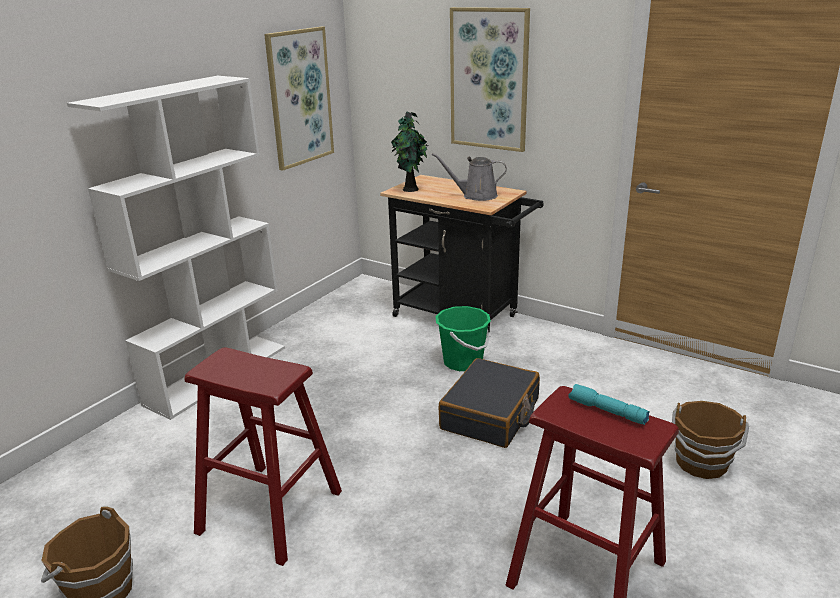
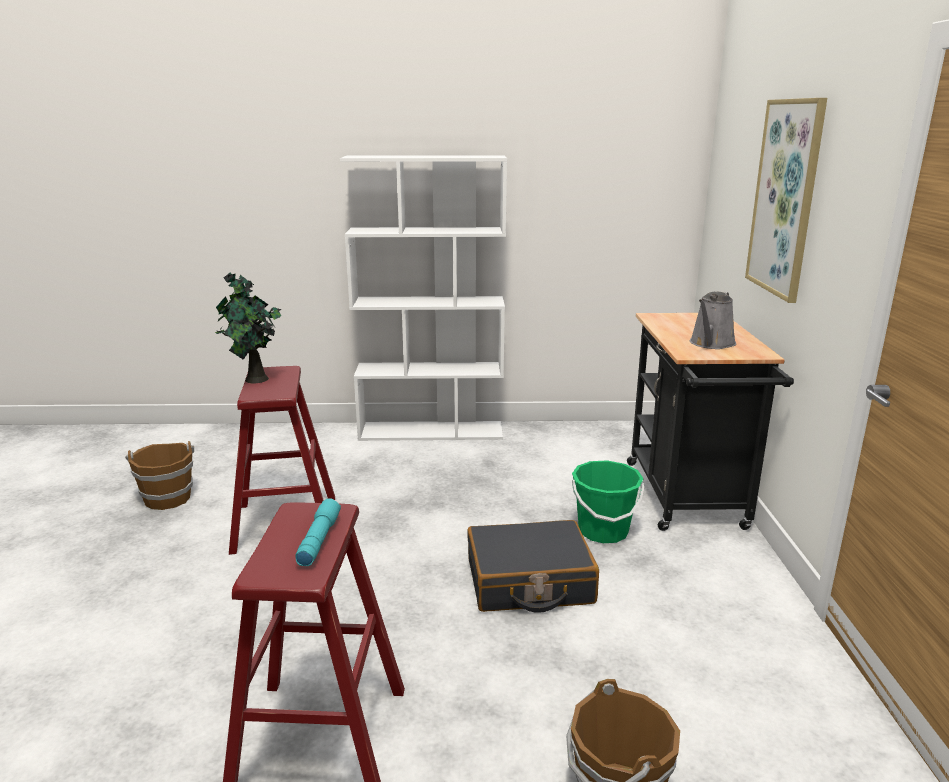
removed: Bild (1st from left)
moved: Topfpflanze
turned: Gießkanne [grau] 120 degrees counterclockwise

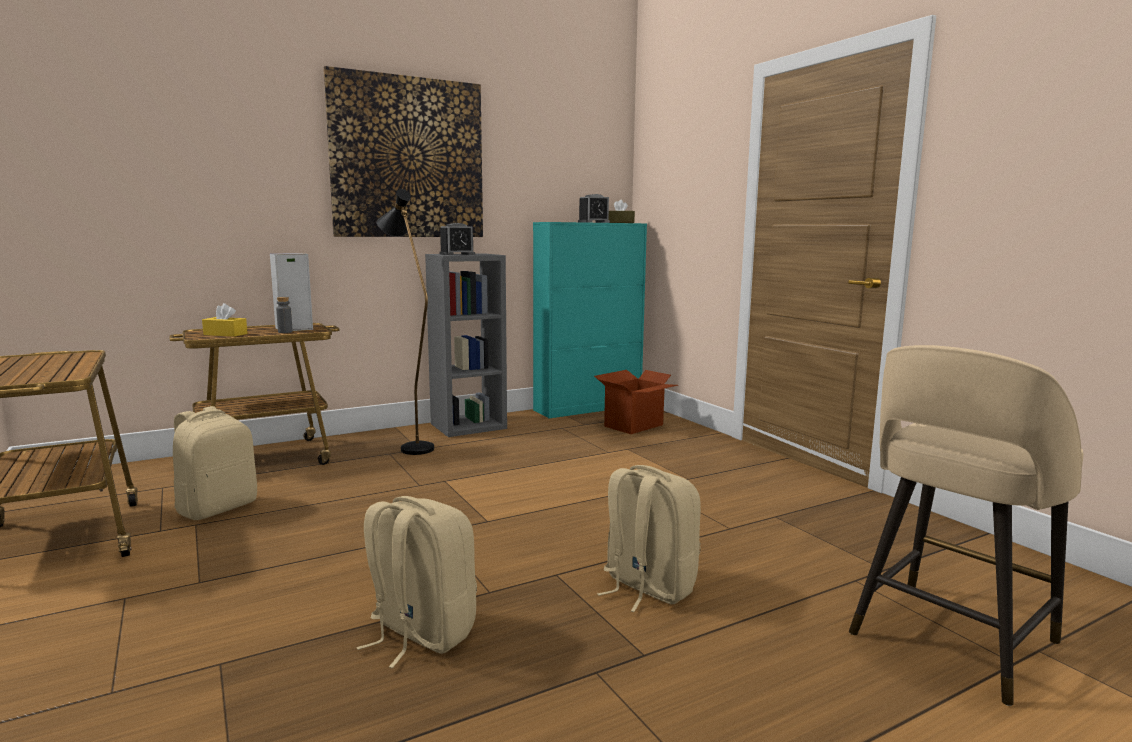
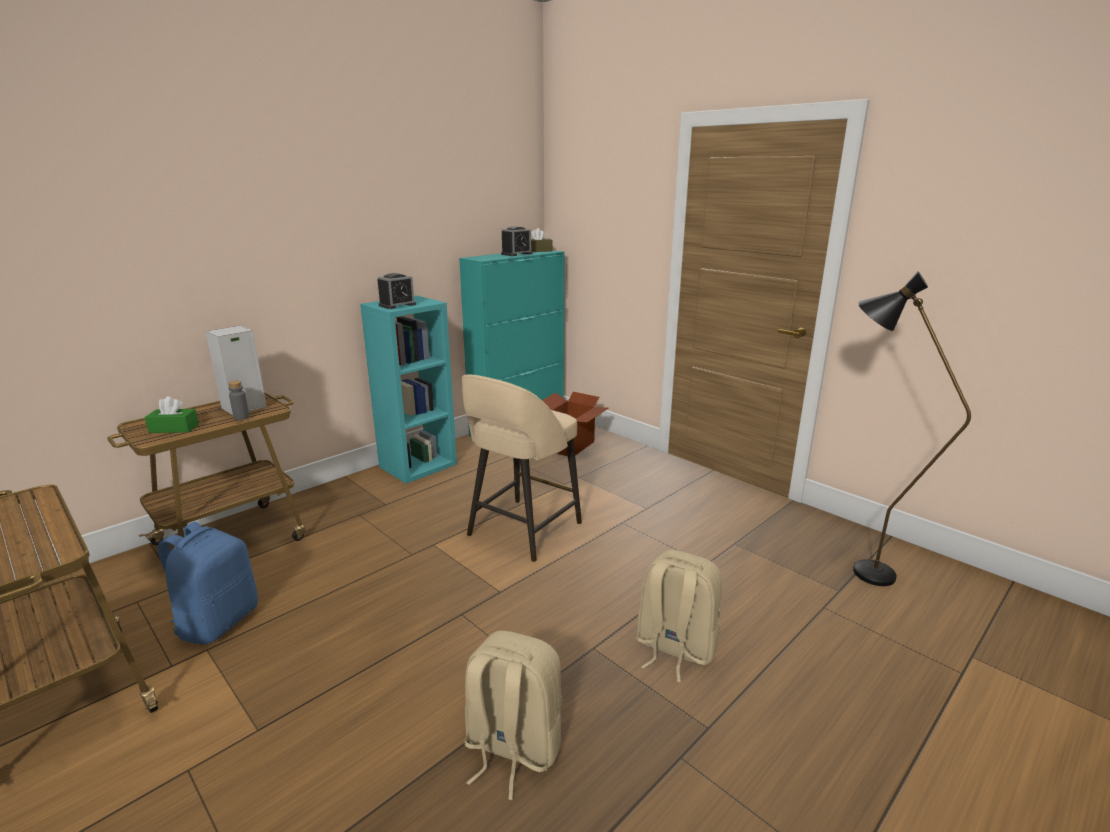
removed: Bild
moved: Stehlampe [schwarz]; Hocker [beige]
recoloured: Rucksack [beige] (1st from left) to Rucksack [blau]; Taschentuchbox [gelb] to Taschentuchbox [grün]; Bücherregal [grau] to Bücherregal [türkis]

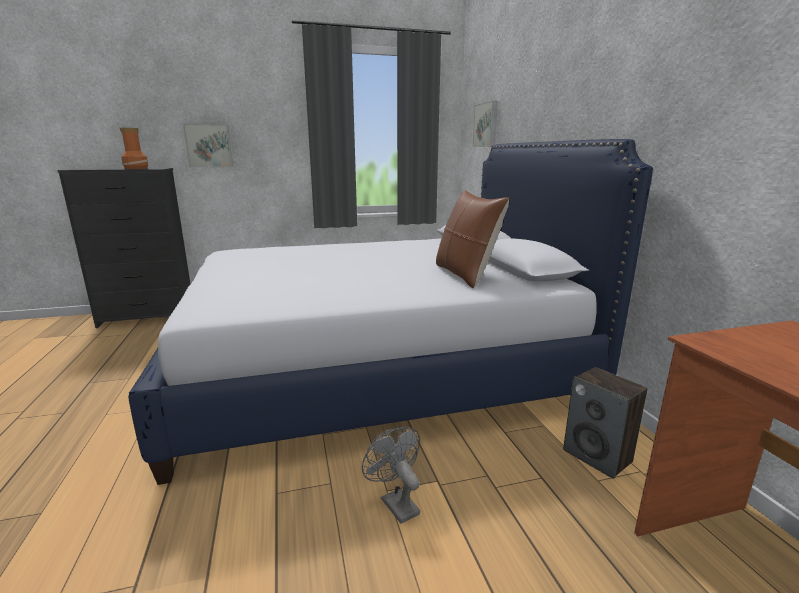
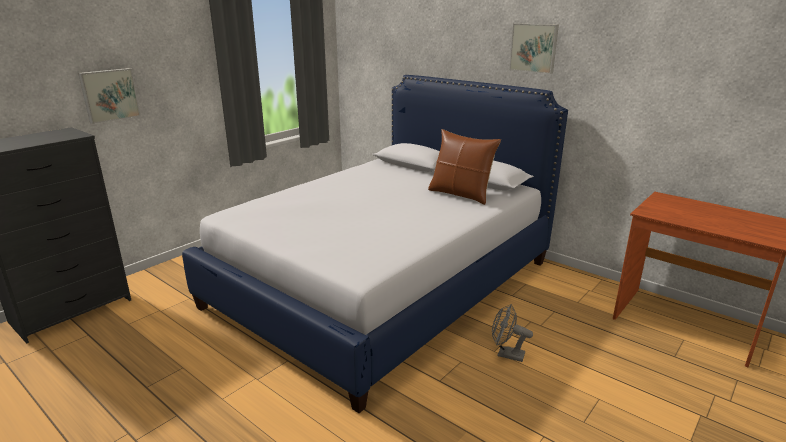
removed: Vase; Lautsprecher
moved: Bild (2nd from left)

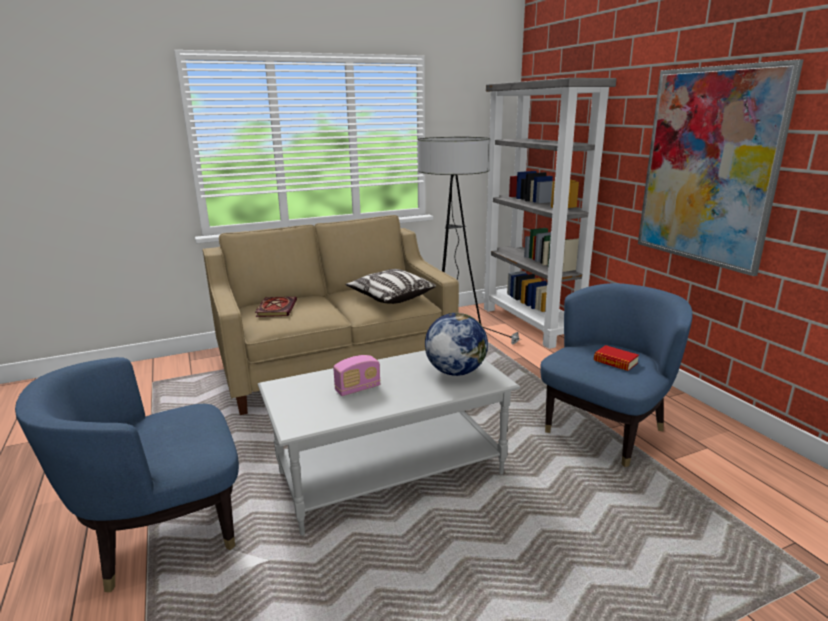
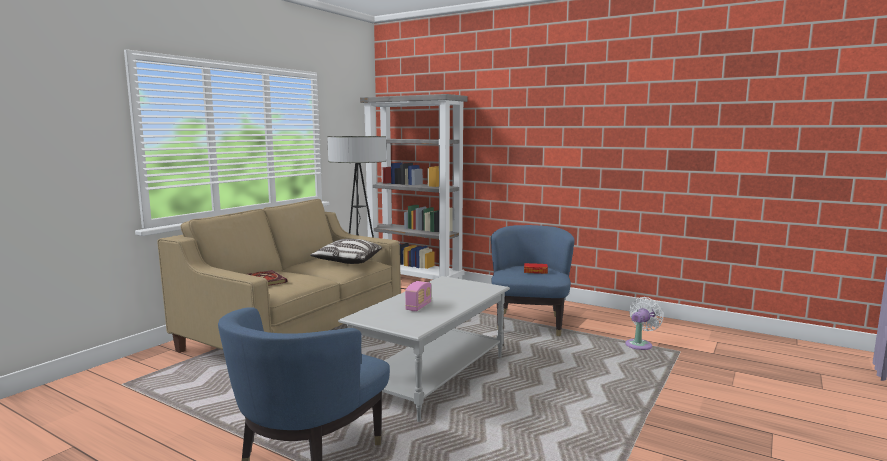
removed: Globus; Bild
added: Ventilator [weiß]

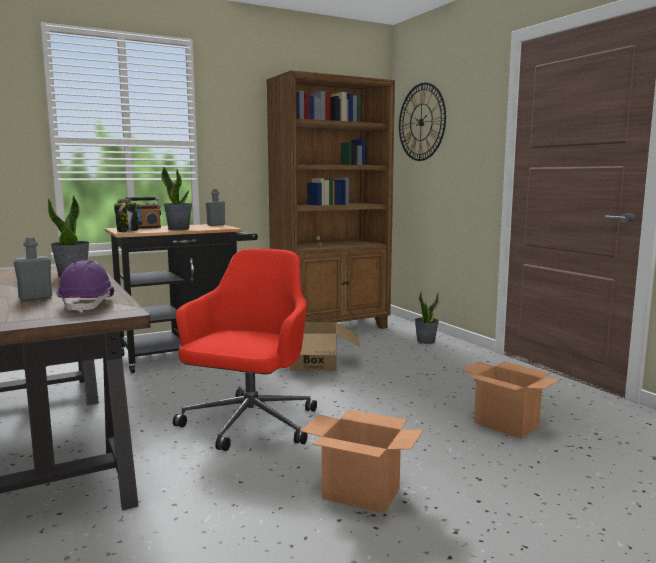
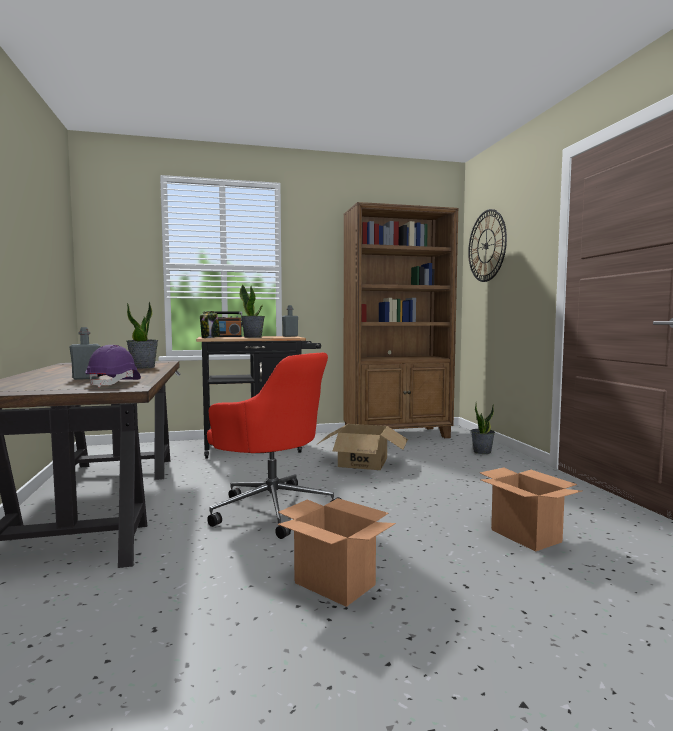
turned: Bürostuhl [rot] 90 degrees clockwise

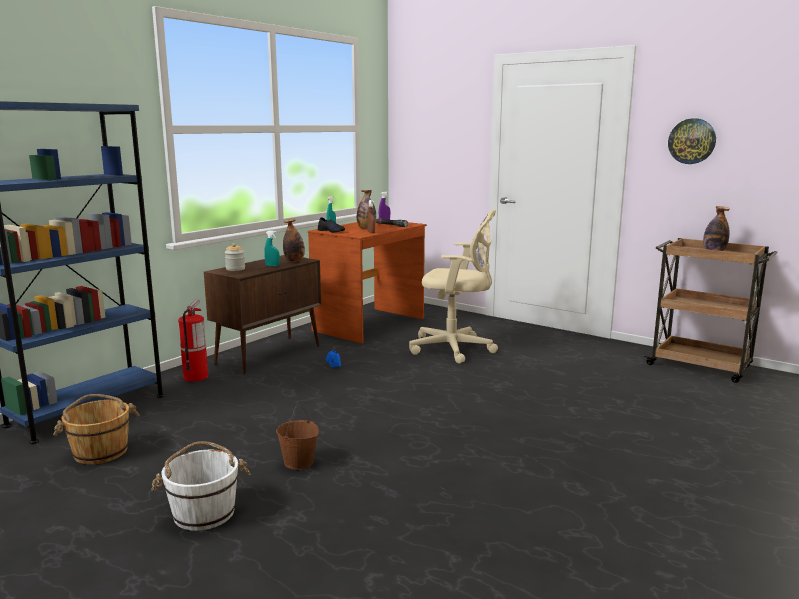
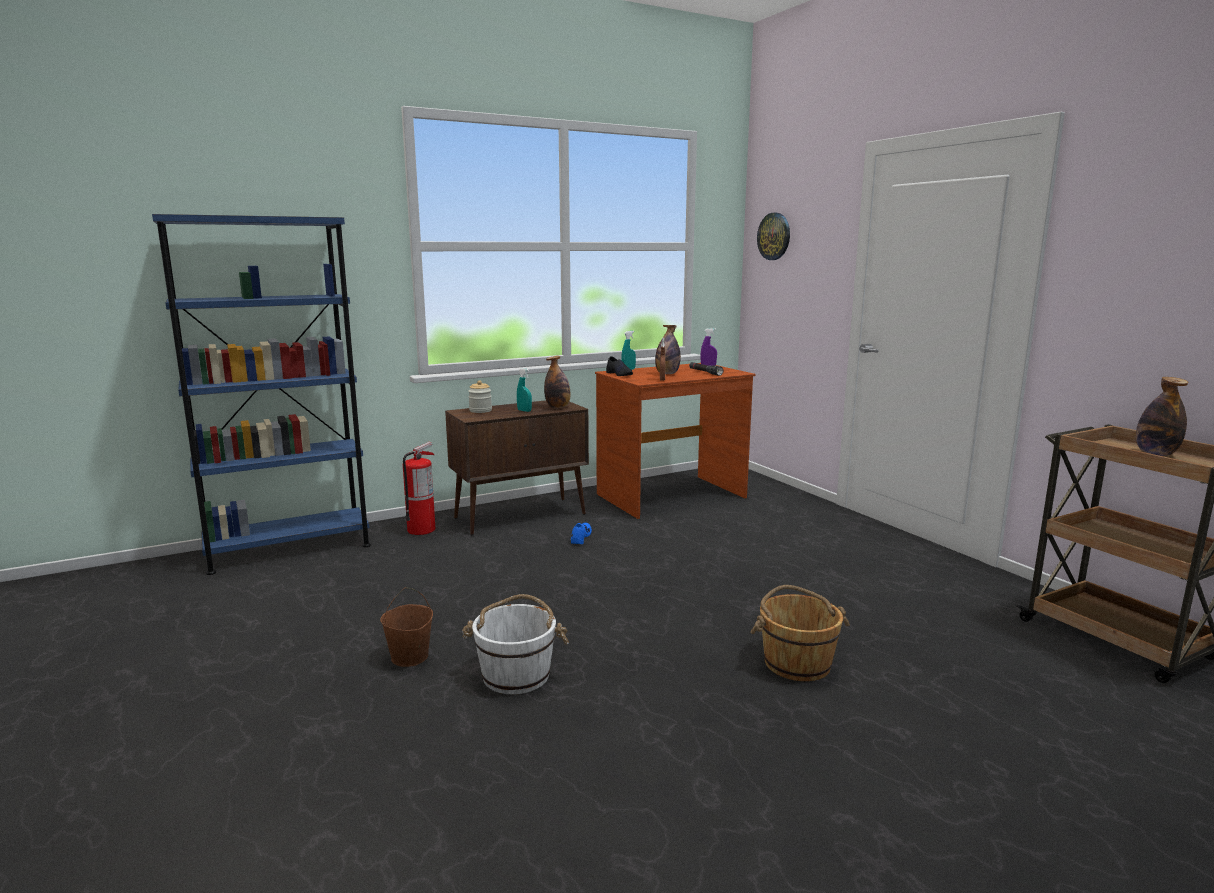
removed: Bürostuhl [beige]
moved: Eimer [braun] (1st from left in the first image) to Eimer [braun] (2nd from left); Eimer [weiß]; Wanduhr

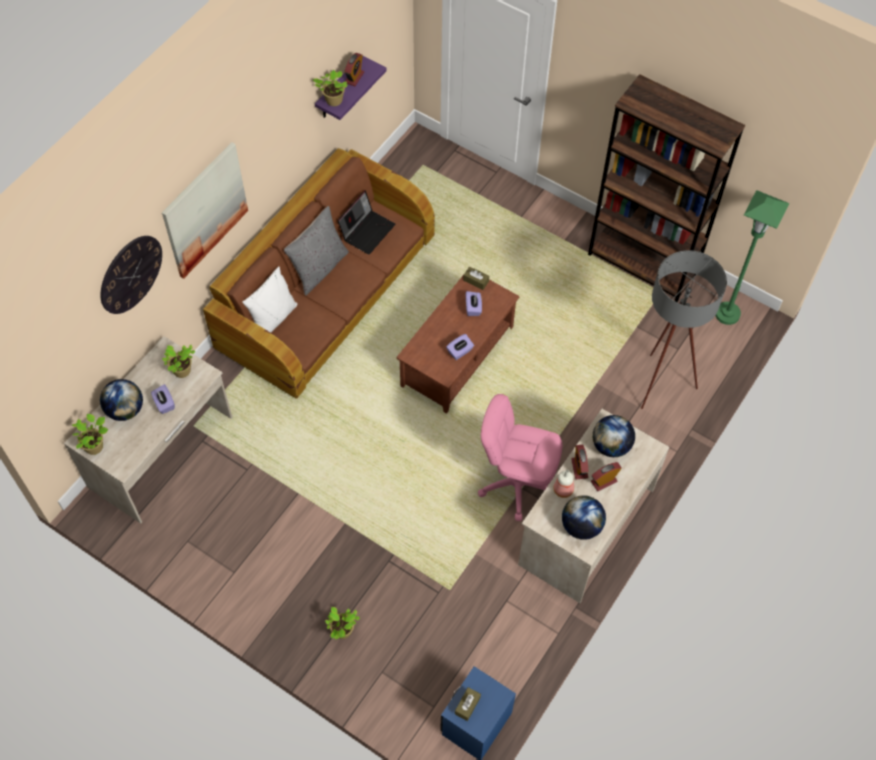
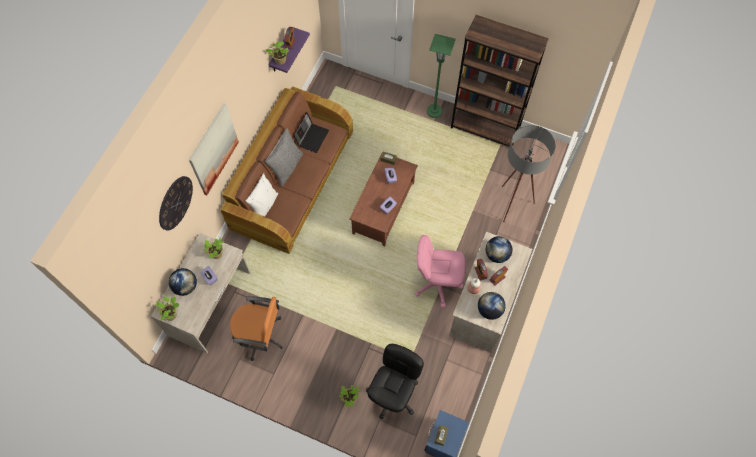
added: Bürostuhl [orange]; Bürostuhl [schwarz]
moved: Stehlampe [grün]

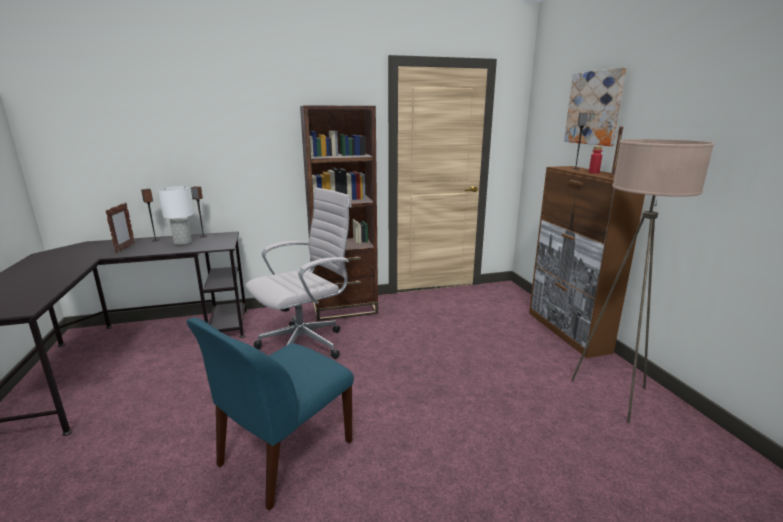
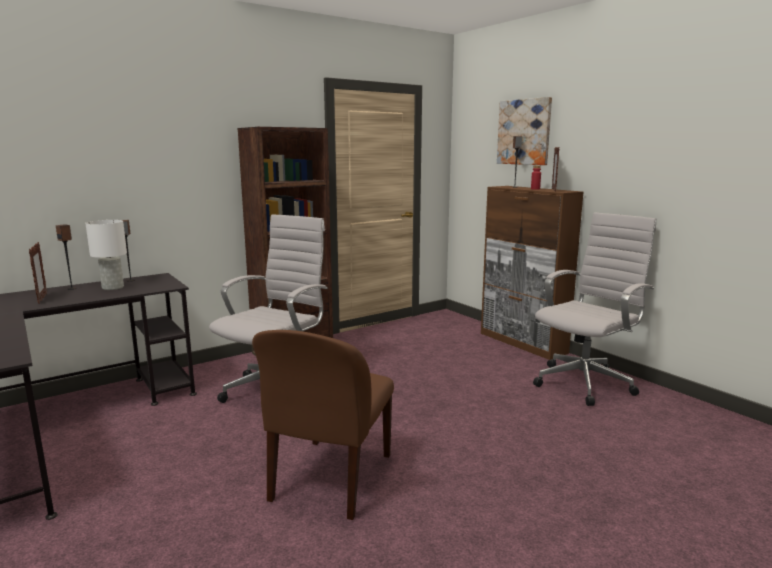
replaced: Stehlampe [beige] to Bürostuhl [weiß] (2nd from left)
recoloured: Stuhl [blau] to Stuhl [braun]

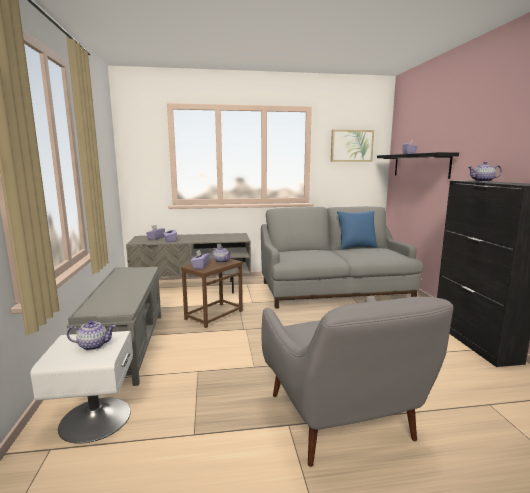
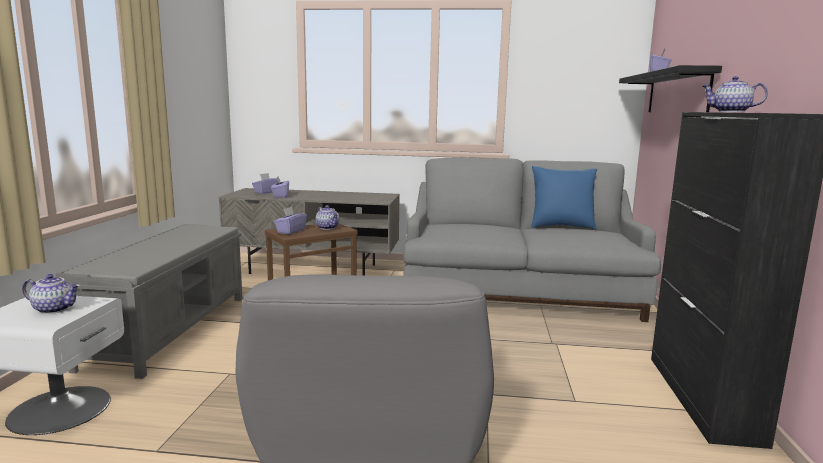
removed: Bild

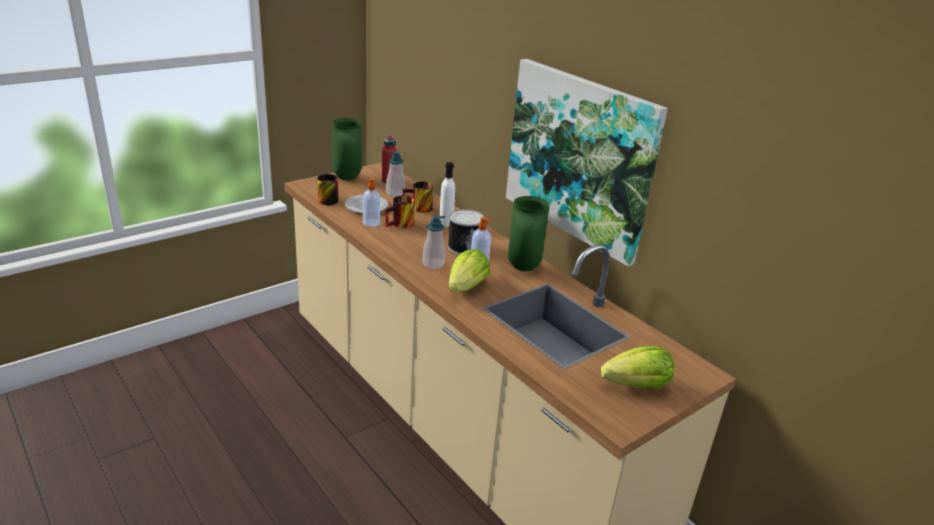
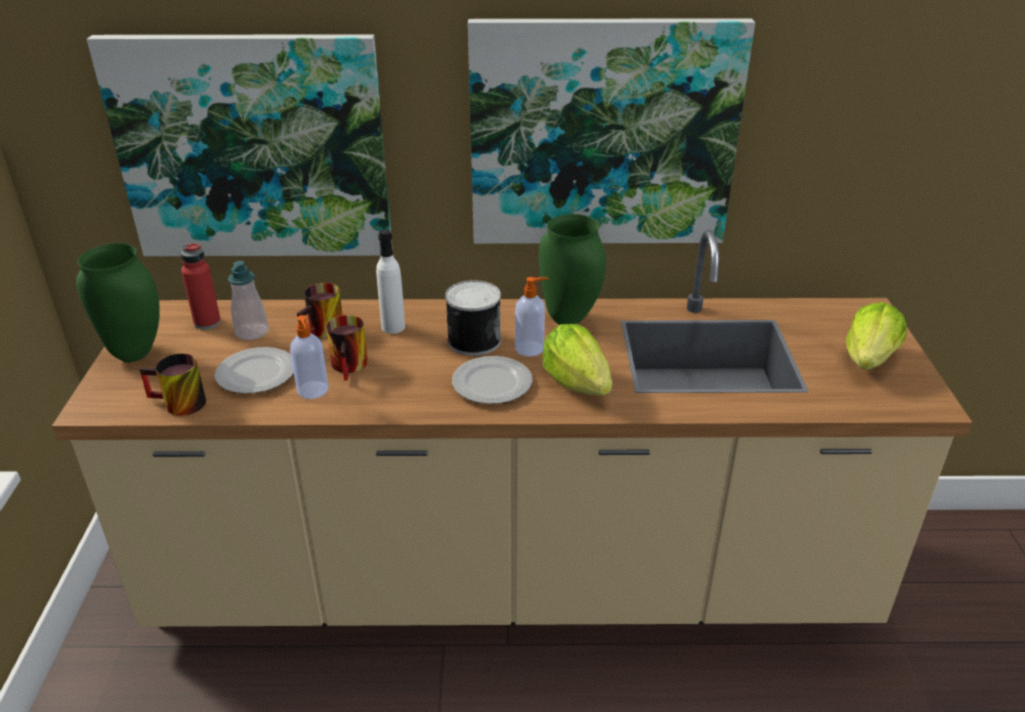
added: Bild (1st from left)
replaced: Seifenspender (3rd from left) to Teller (2nd from left)

